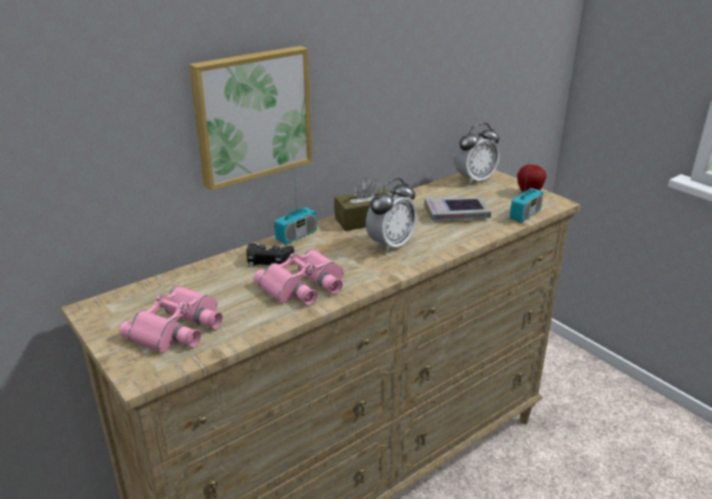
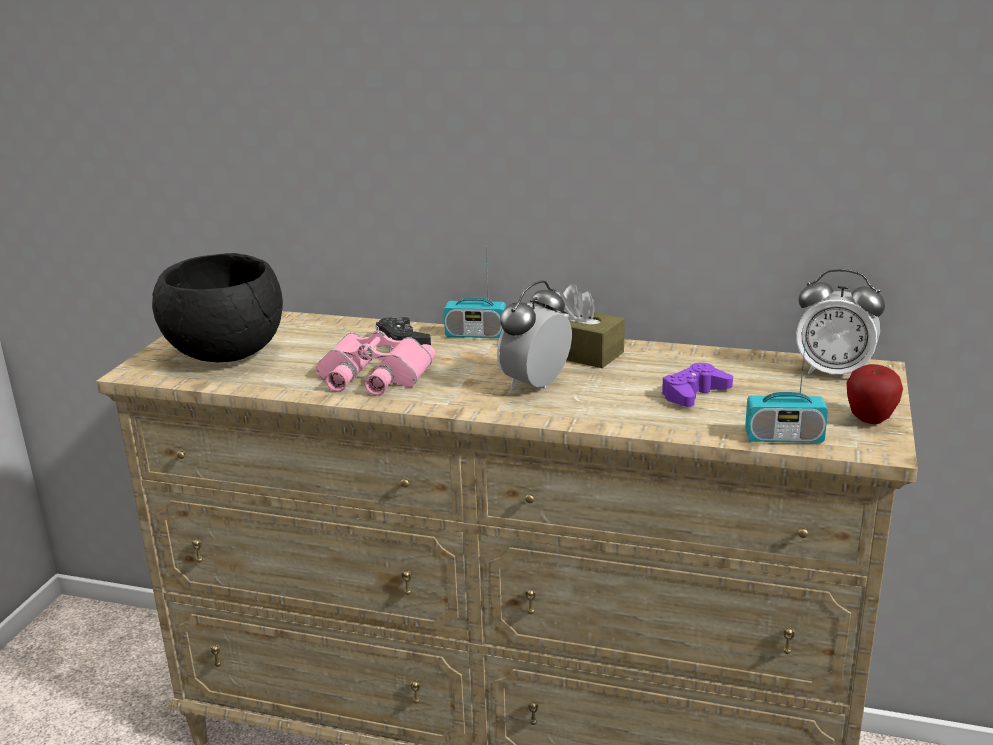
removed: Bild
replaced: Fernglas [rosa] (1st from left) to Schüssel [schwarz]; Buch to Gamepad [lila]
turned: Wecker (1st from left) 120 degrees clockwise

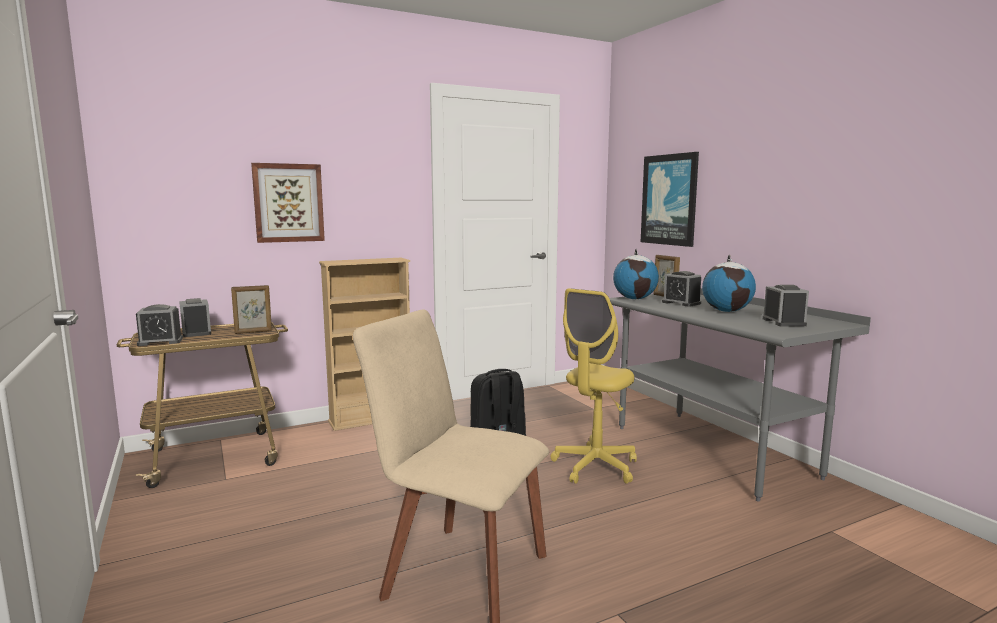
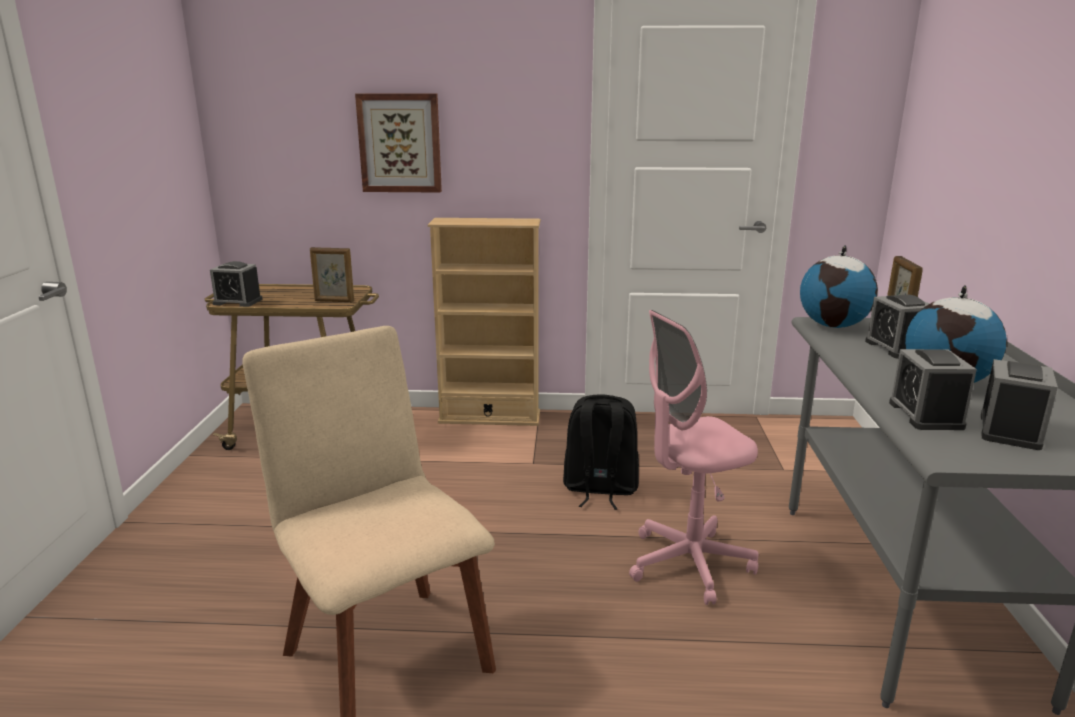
removed: Bild (2nd from left)
moved: Wecker (2nd from left in the first image) to Wecker (3rd from left)
recoloured: Bürostuhl [gelb] to Bürostuhl [rosa]

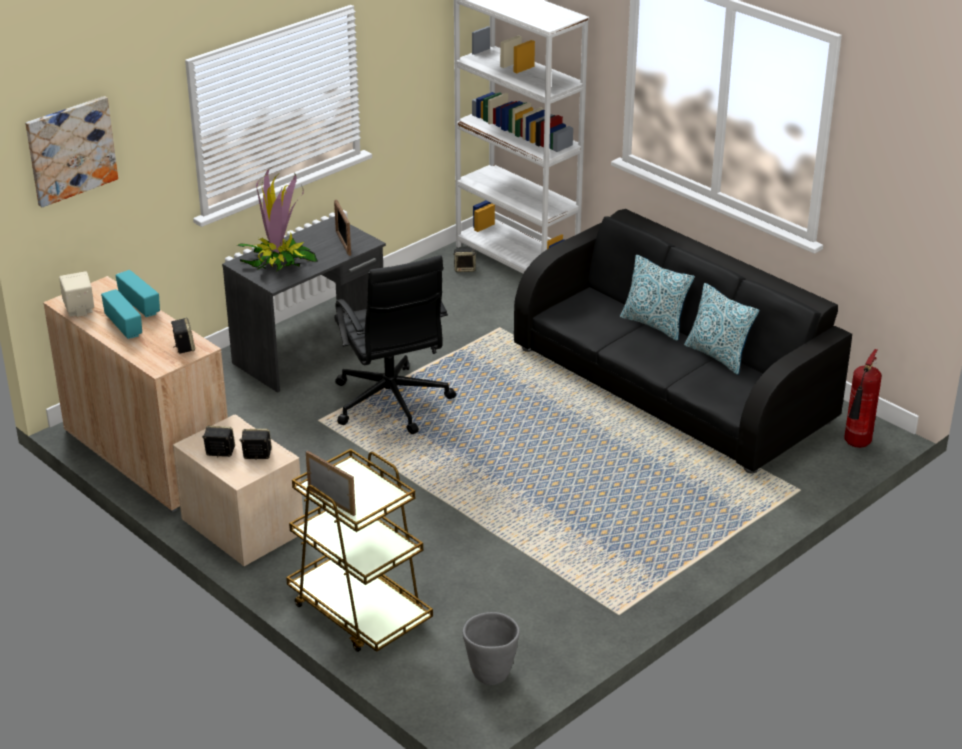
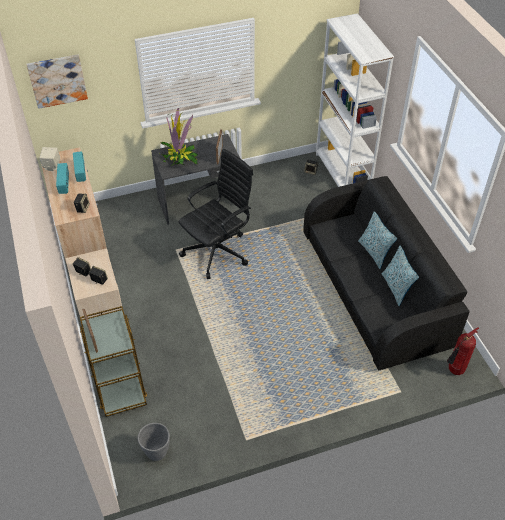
turned: Bürostuhl [schwarz] 135 degrees counterclockwise

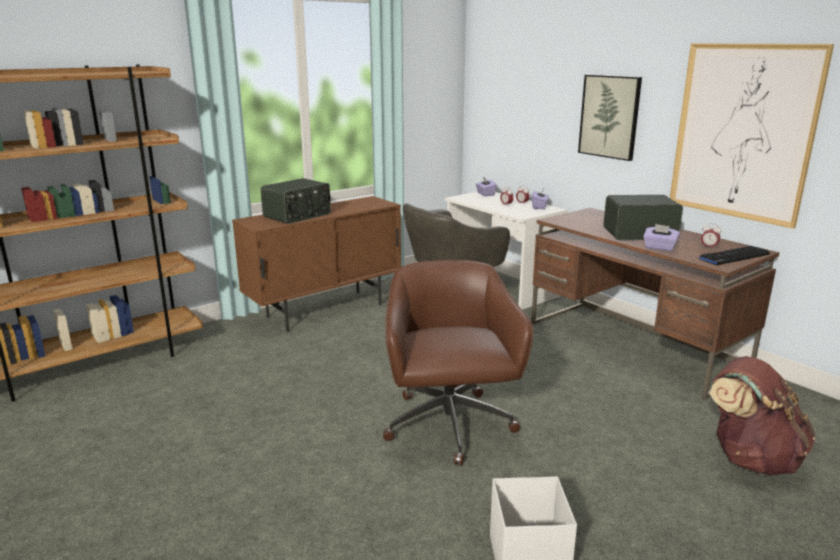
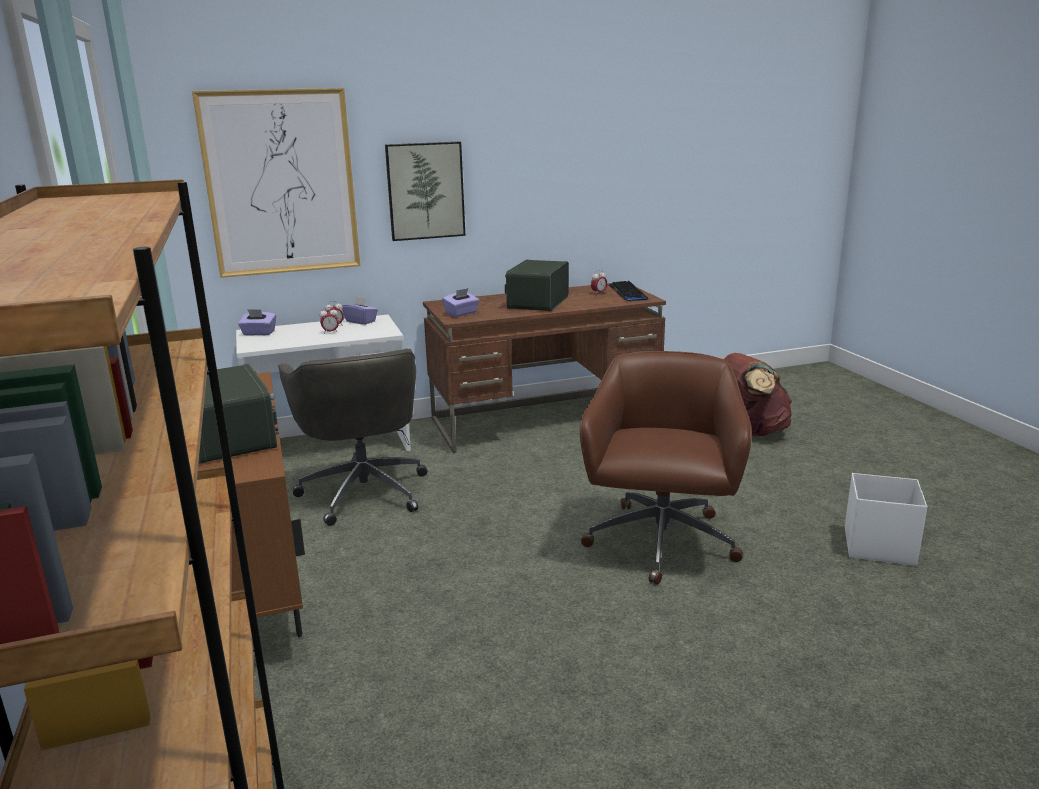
moved: Taschentuchbox [lila] (3rd from left); Bild (2nd from left in the first image) to Bild (1st from left)
turned: Bürostuhl [braun] 90 degrees clockwise

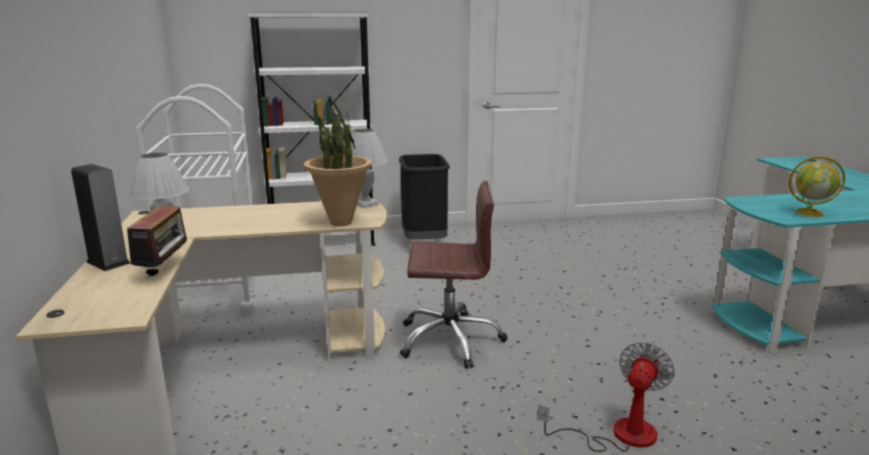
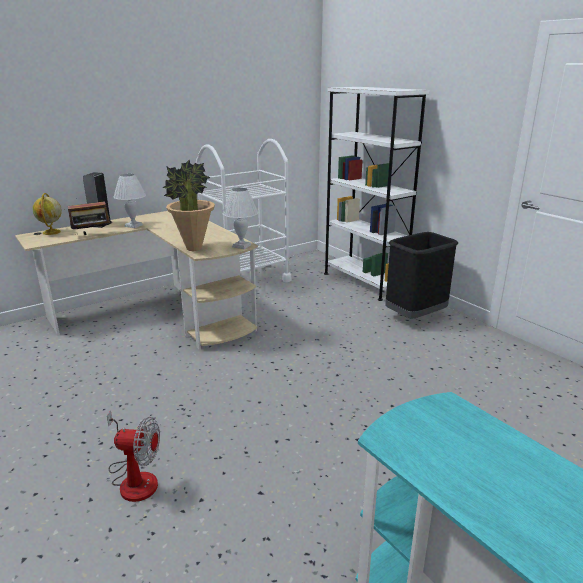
removed: Bürostuhl [braun]
moved: Globus

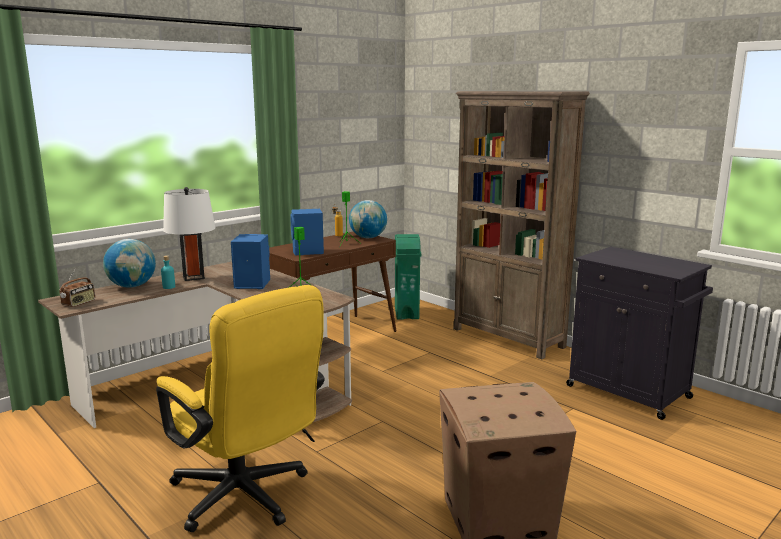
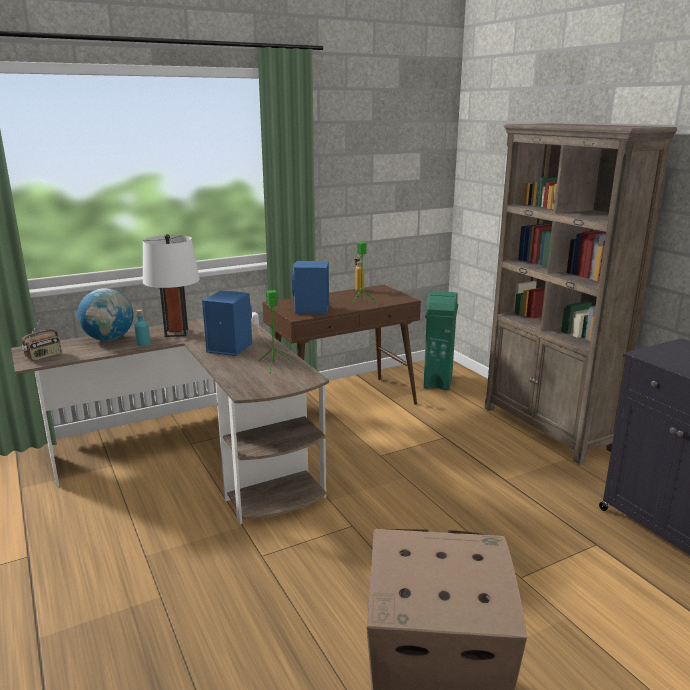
removed: Bürostuhl [gelb]; Globus (2nd from left)

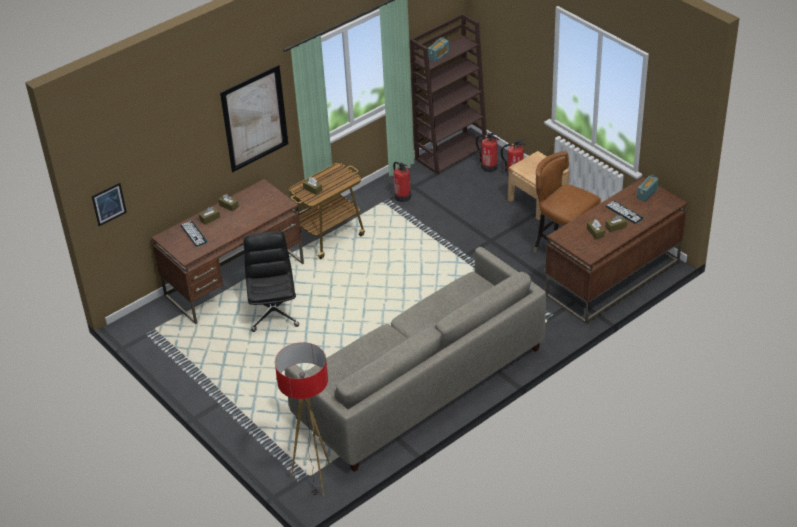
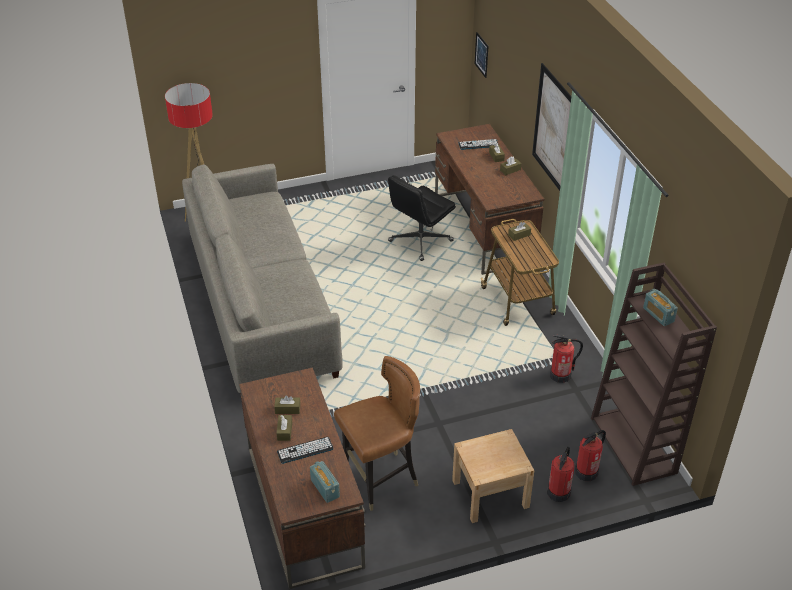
turned: Bürostuhl [schwarz] 120 degrees clockwise

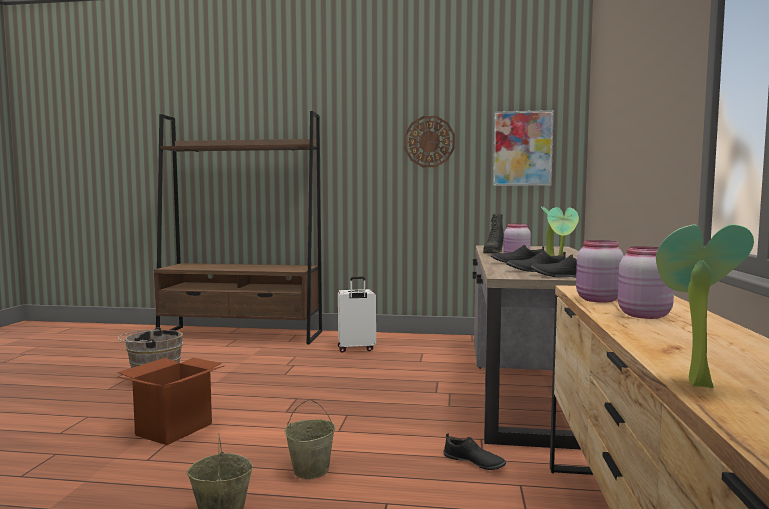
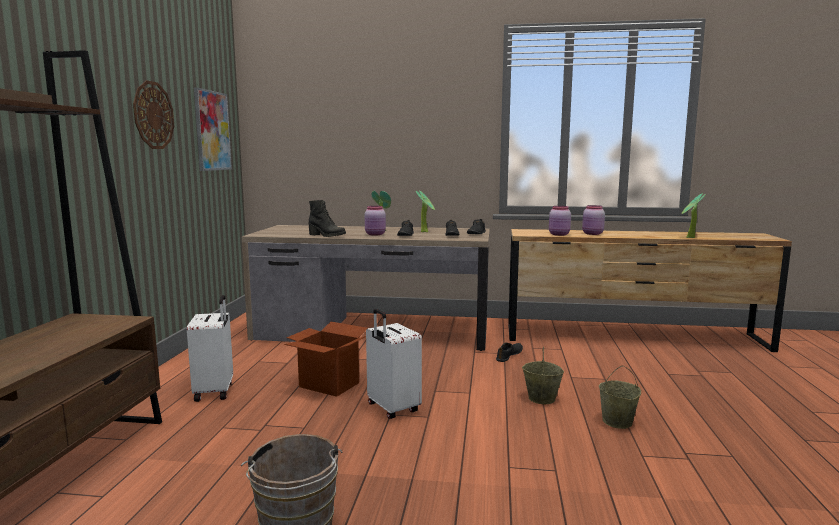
added: Koffer [weiß] (2nd from left)
moved: Karton

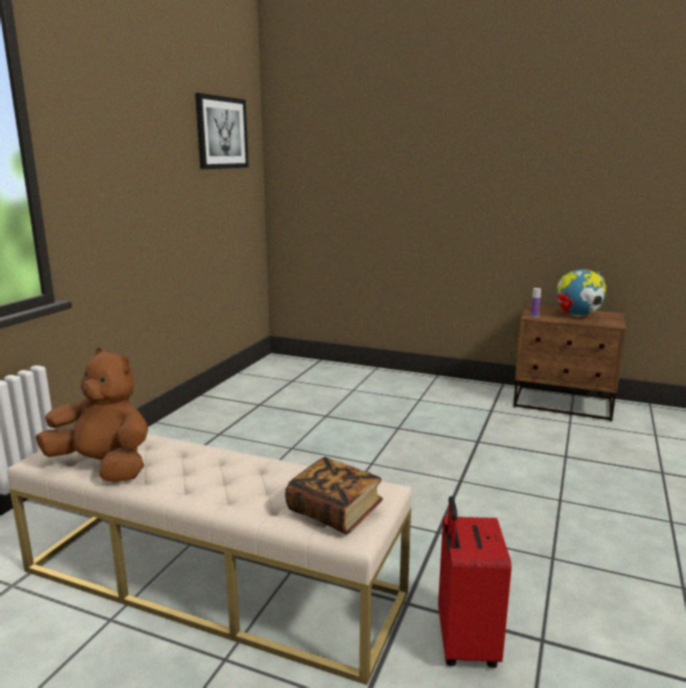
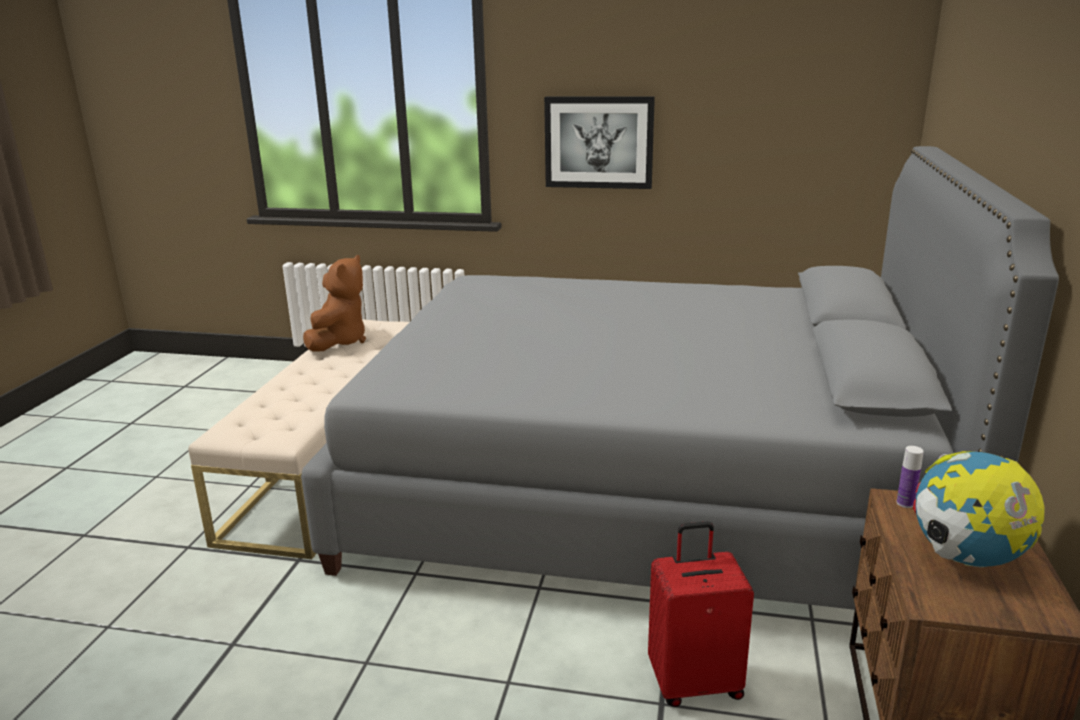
removed: Buch
added: Bett [grau]
moved: Bild; Koffer [rot]

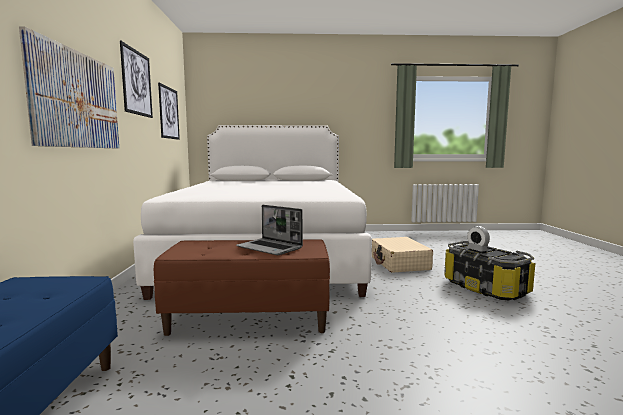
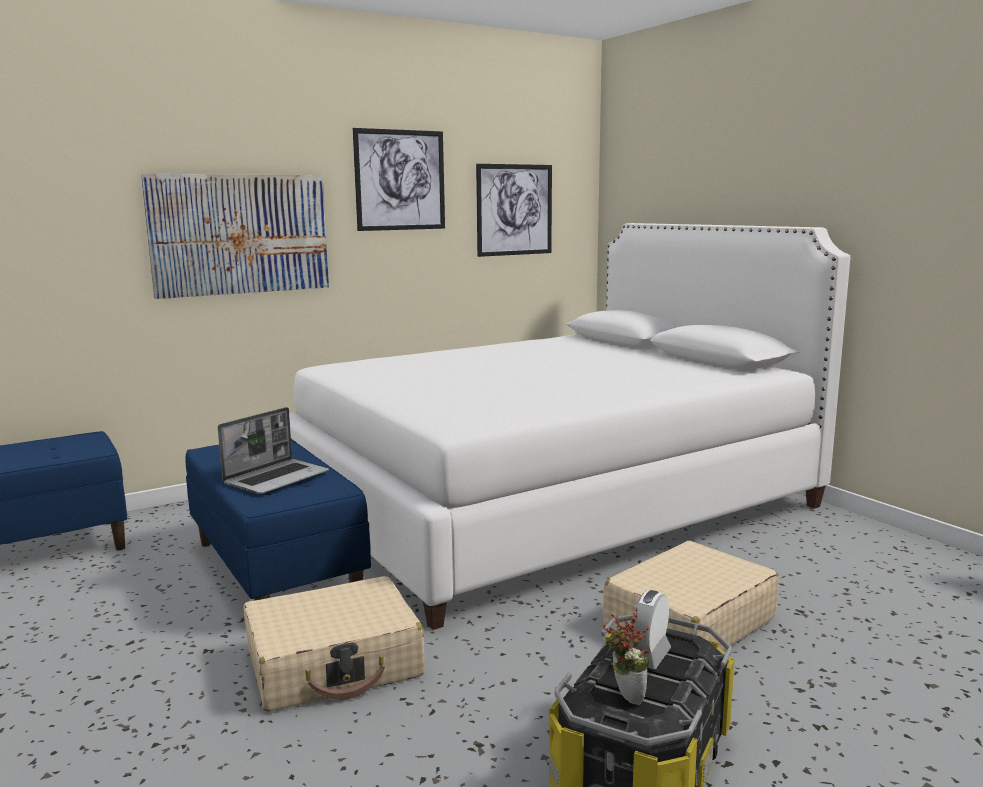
added: Koffer [beige] (1st from left); Topfpflanze
recoloured: Bank [braun] to Bank [blau] (2nd from left)
turned: Laptop 150 degrees counterclockwise

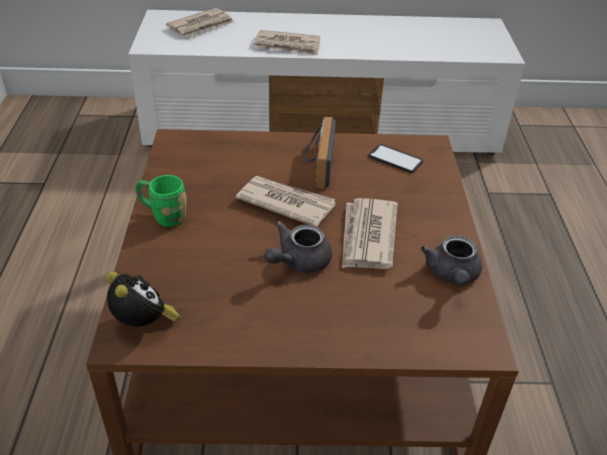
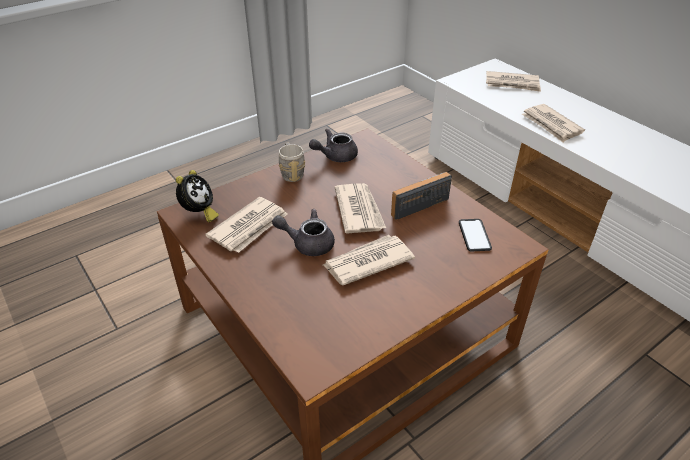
added: Zeitung (1st from left)
moved: Teekanne [grau] (2nd from left)
recoloured: Henkelbecher [grün] to Henkelbecher [grau]

